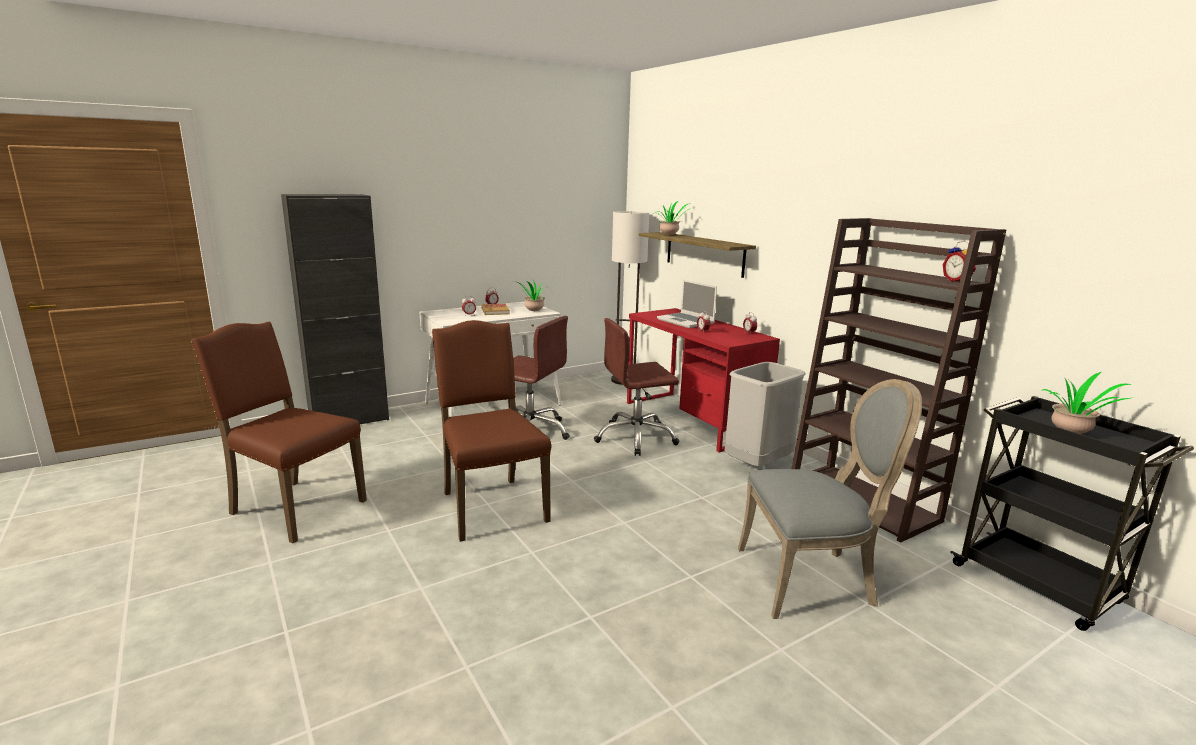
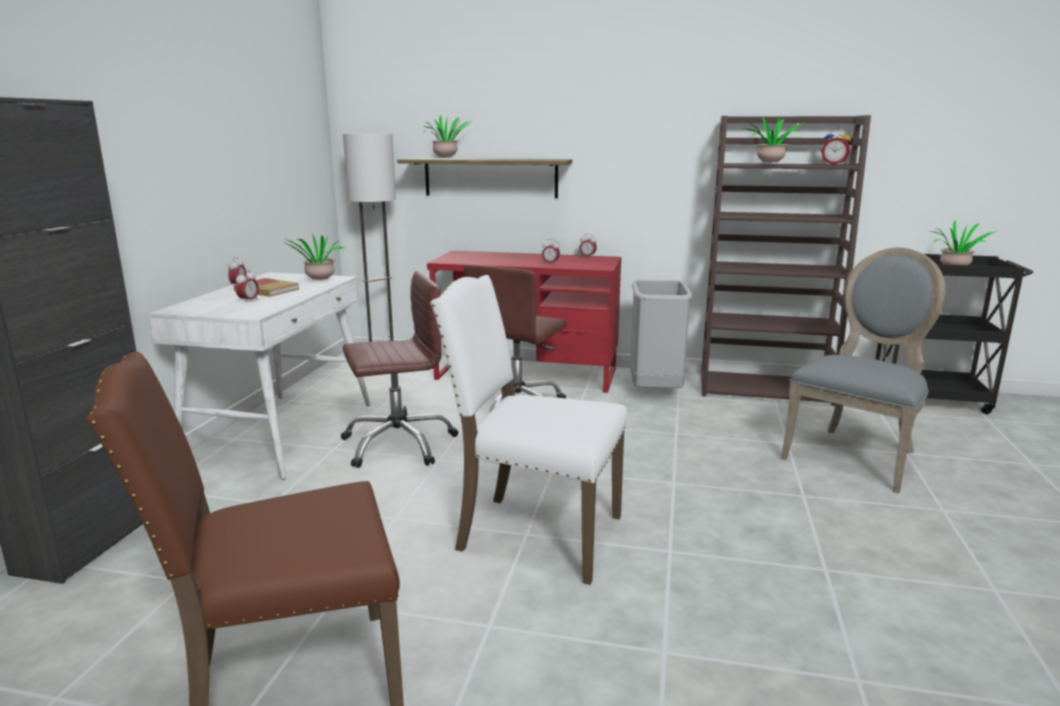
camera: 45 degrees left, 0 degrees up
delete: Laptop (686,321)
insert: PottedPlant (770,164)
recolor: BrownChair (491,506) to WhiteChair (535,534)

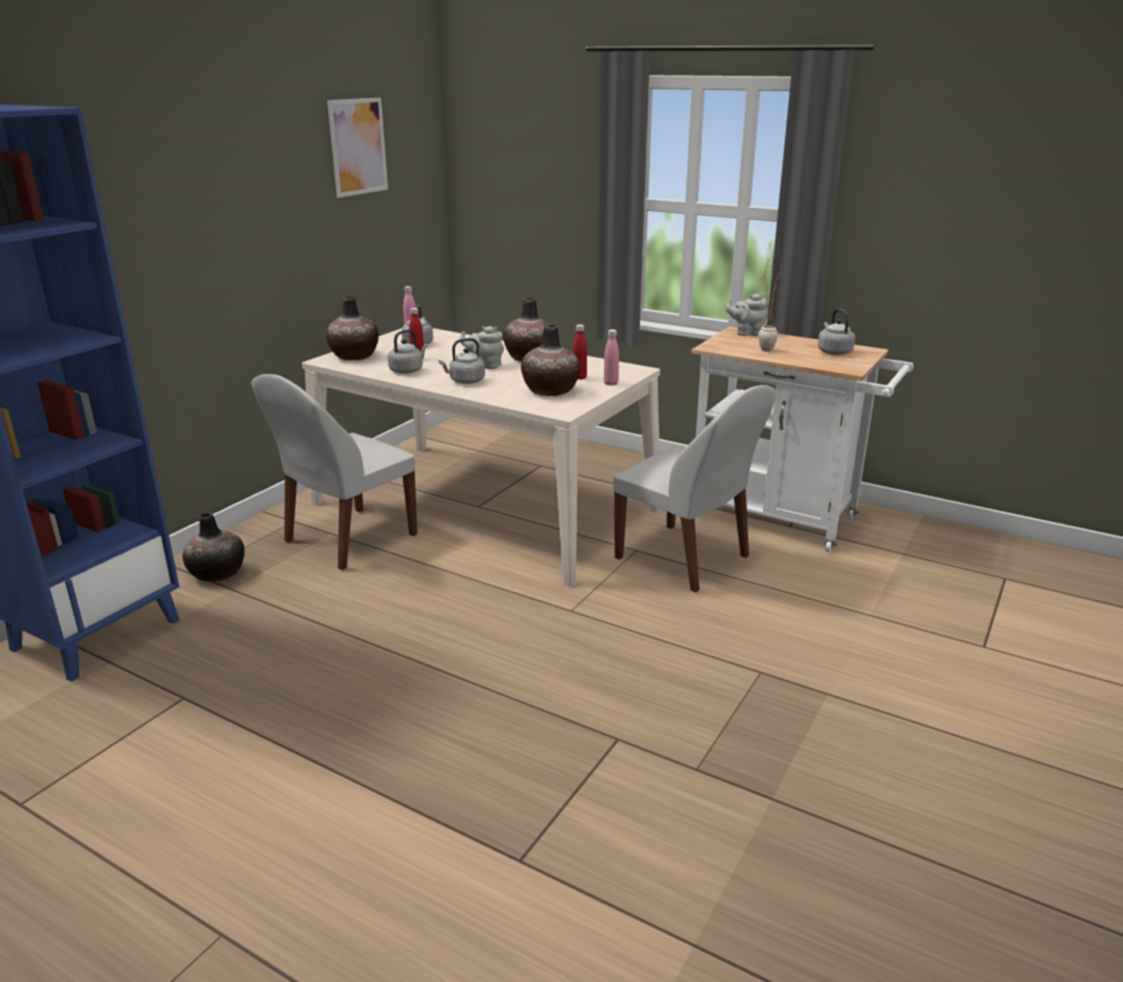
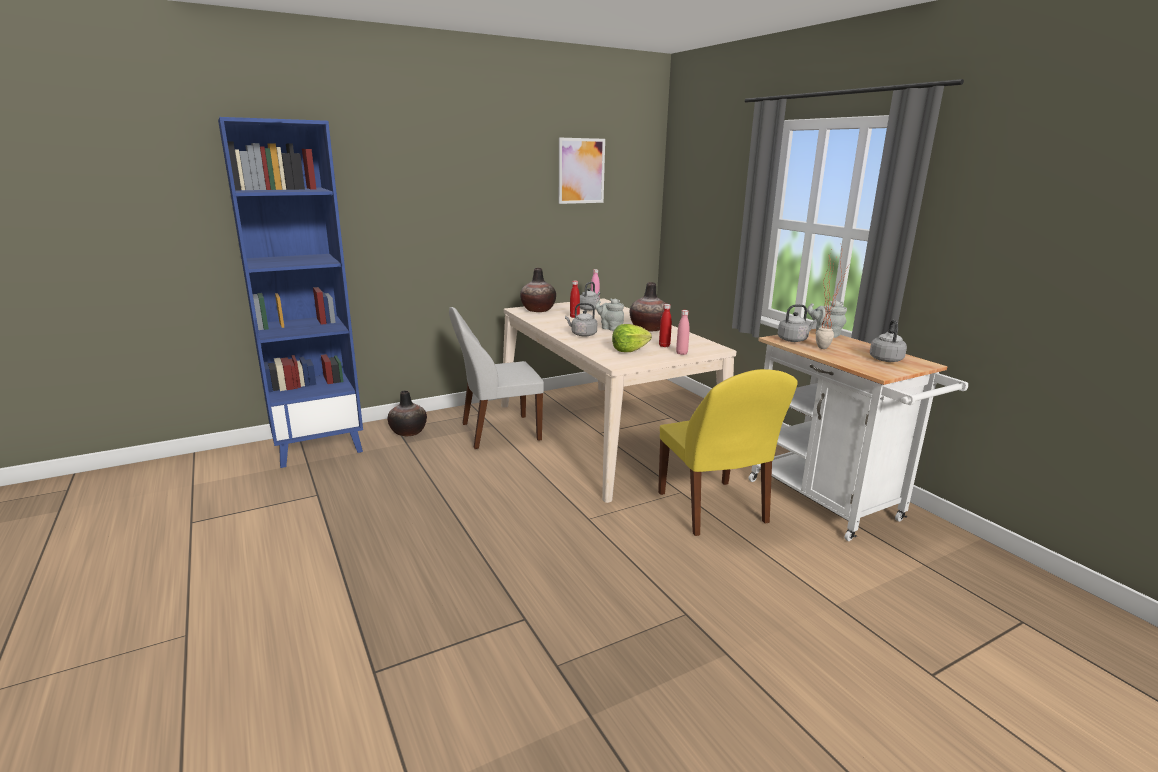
camera: 30 degrees right, 5 degrees down
move: GreyKettle (407,370) to (793,340)
replace: Vase (550,391) to Lettuce (629,350)
recolor: WhiteChair (685,559) to YellowChair (713,509)

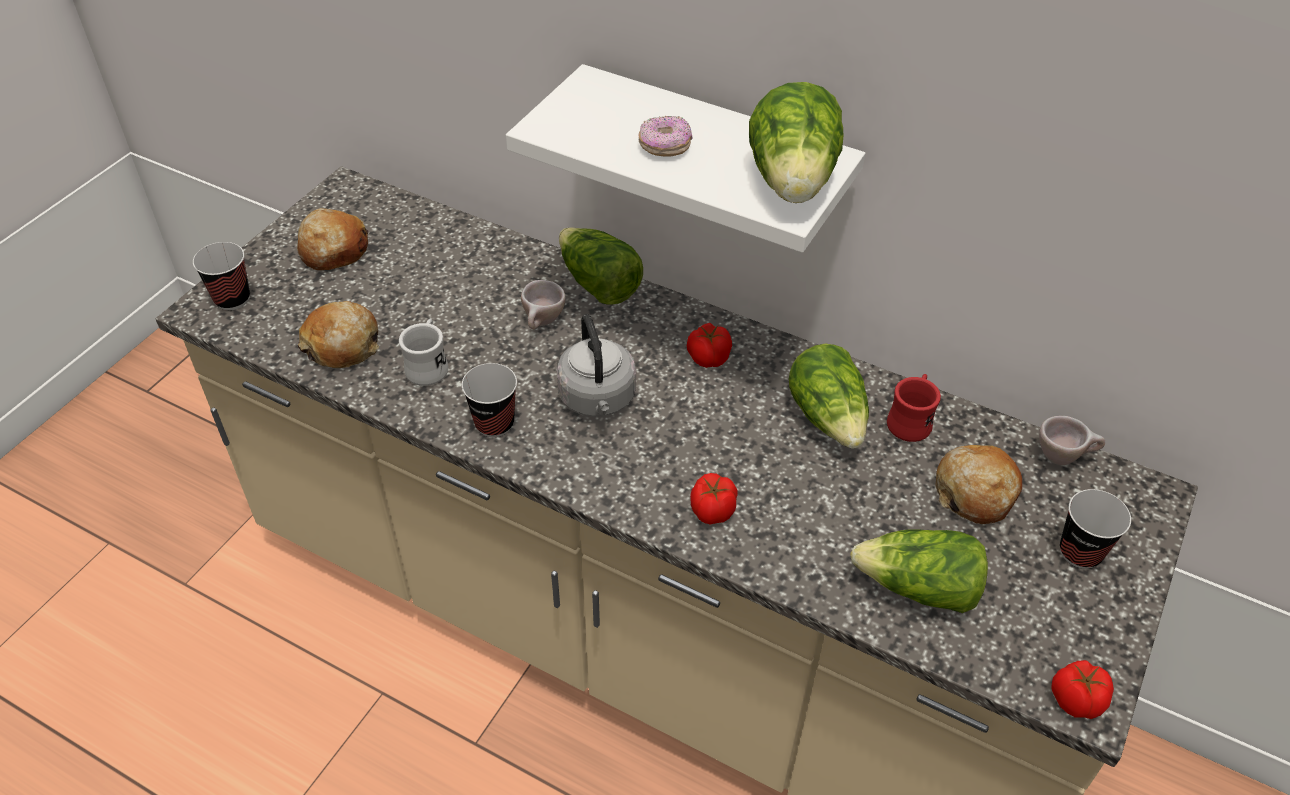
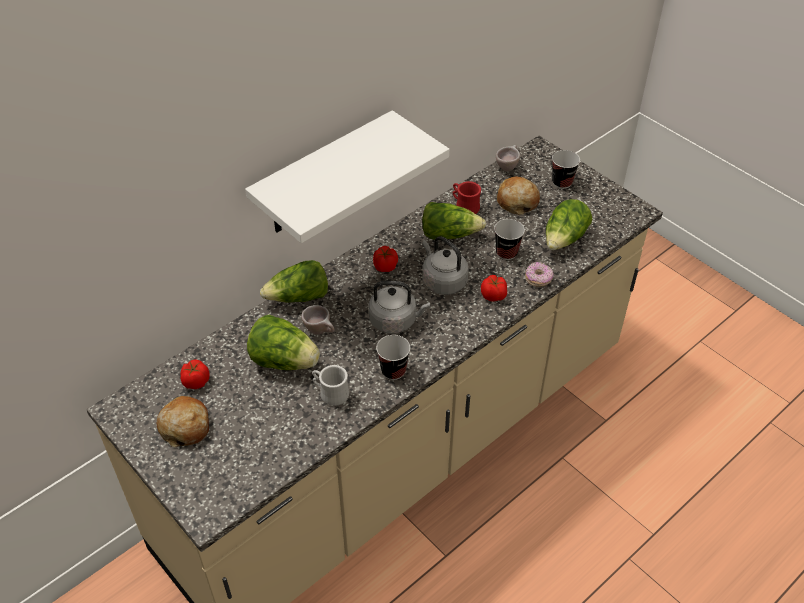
camera: 70 degrees left, 0 degrees up
delete: Bread (342,345)
insert: GreyKettle (442,281)
move: Cup (232,299) to (506,253); Donut (665,147) to (538,279); Lettuce (793,183) to (284,361); Tomato (1075,699) to (195,382)

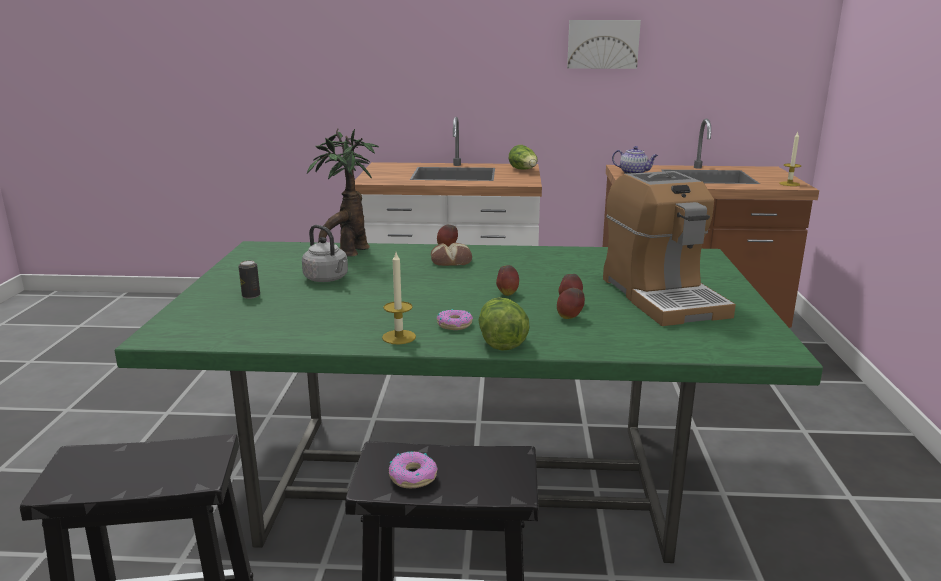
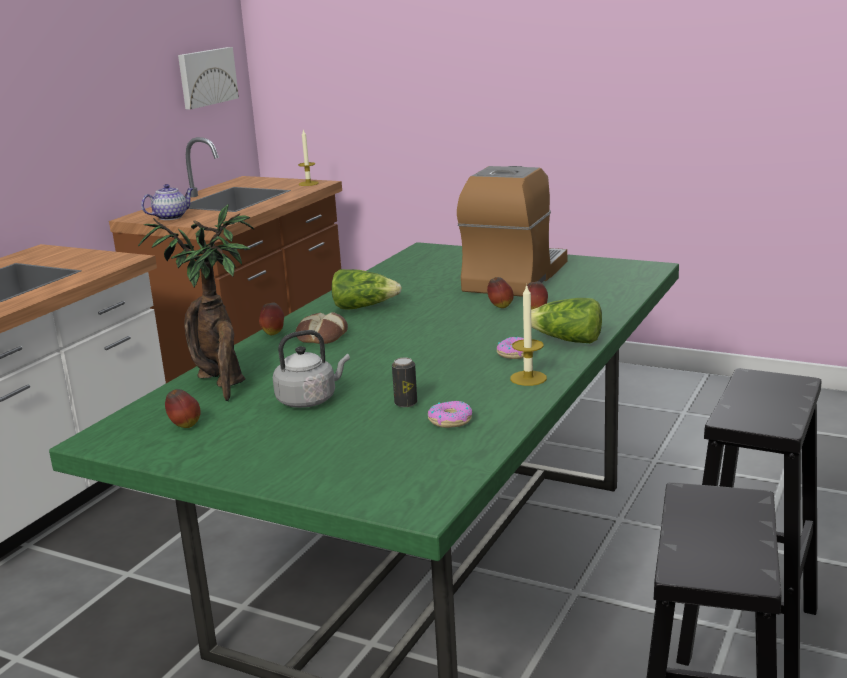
camera: 65 degrees left, 0 degrees up
move: Can (251,296) to (406,403); Donut (413,476) to (450,420); Apple (507,293) to (184,426); Lettuce (524,170) to (364,307); Picture (602,44) to (206,77)
rotate: CoffeeMachine (662,296) = (514,277) 75 degrees counterclockwise

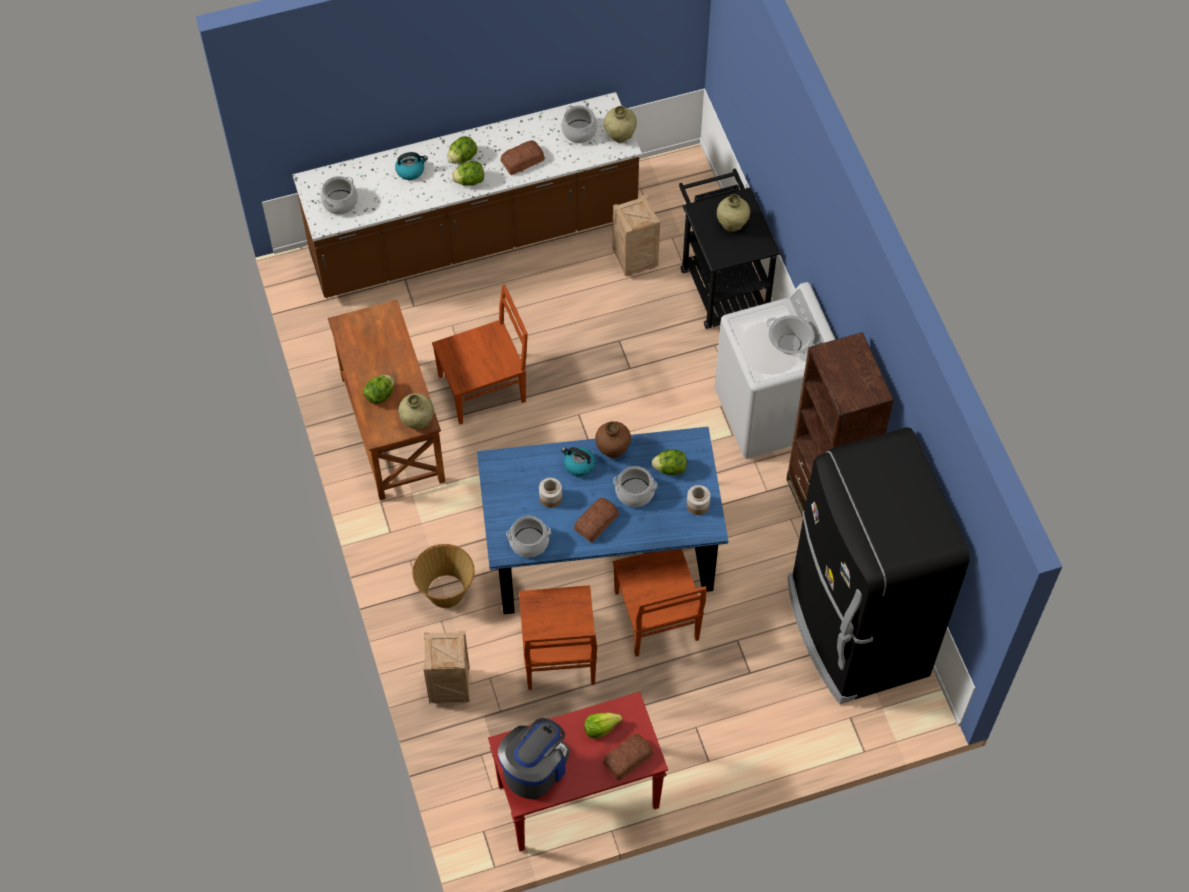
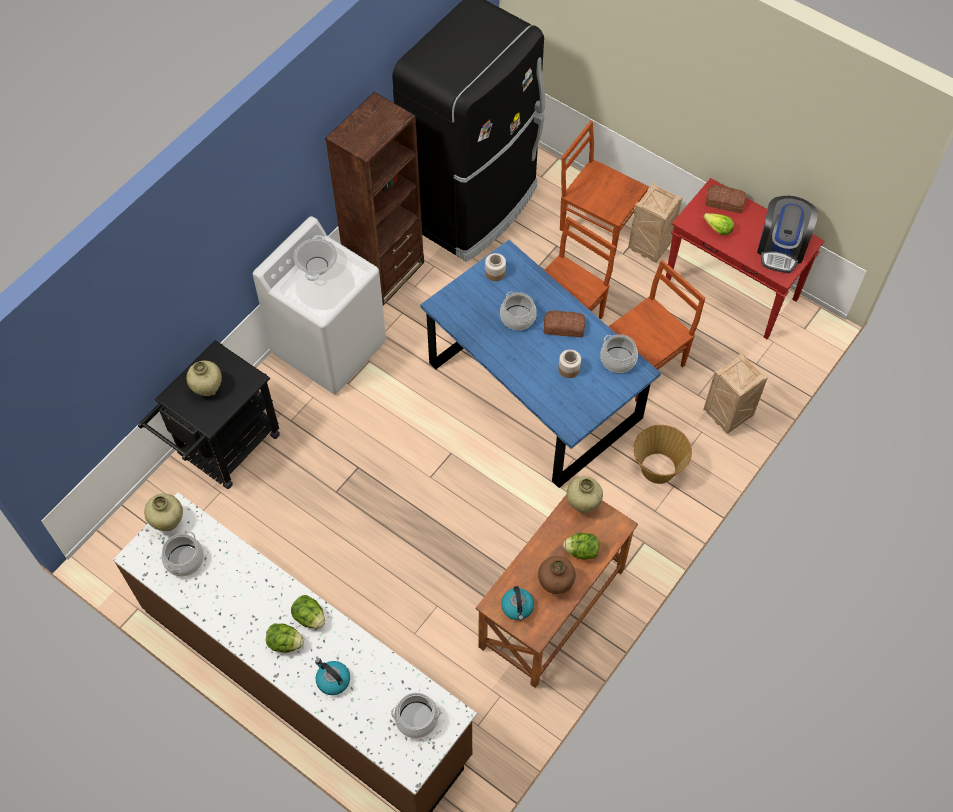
camera: 125 degrees left, 0 degrees up
delete: Bread (521,160); Lettuce (670,468)
move: BrownChair (484,388) to (598,224); Kettle (578,465) to (517,607); BrownVase (612,449) to (555,584); Crate (634,261) to (651,247)
rotate: CoffeeMachine (535,768) = (781,248) 75 degrees counterclockwise

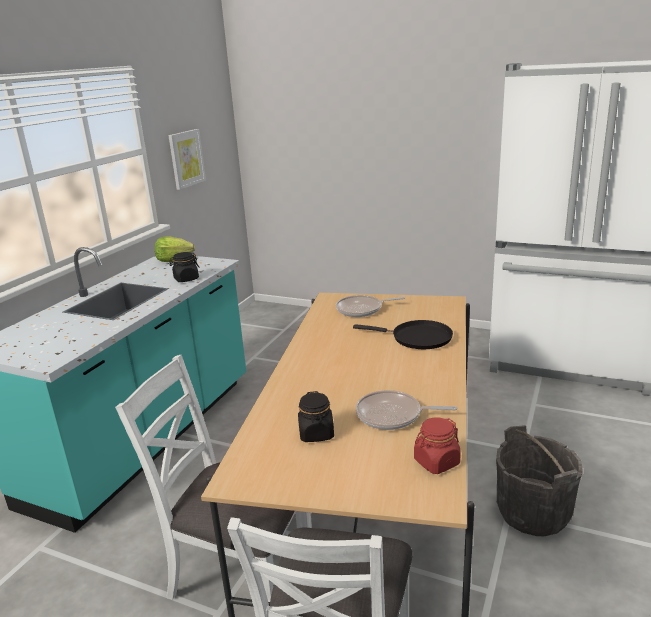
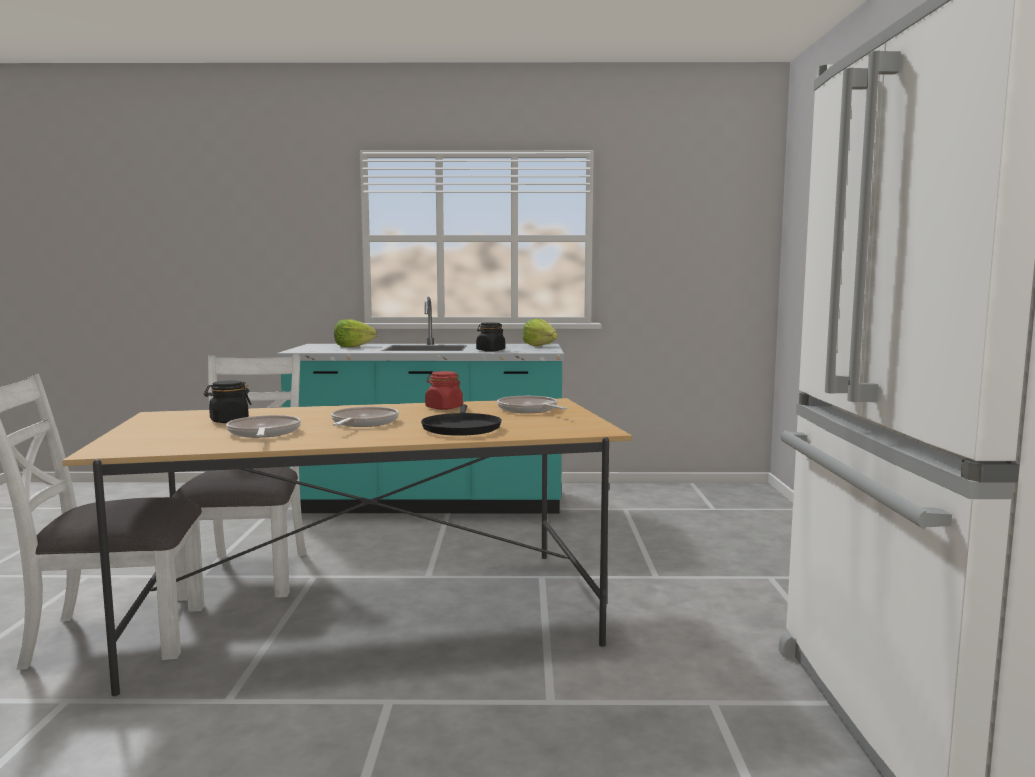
camera: 65 degrees right, 15 degrees down
delete: Picture (186,158); GreyBucket (533,512)
insert: FryingPan (363,423); Lettuce (353,346)
move: RedJar (436,462) to (443,408)

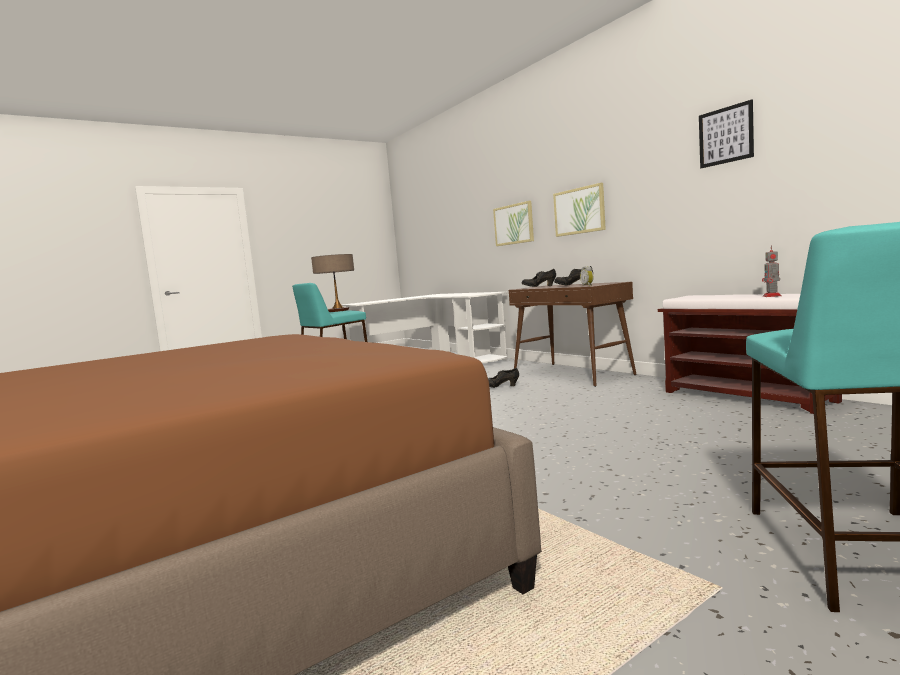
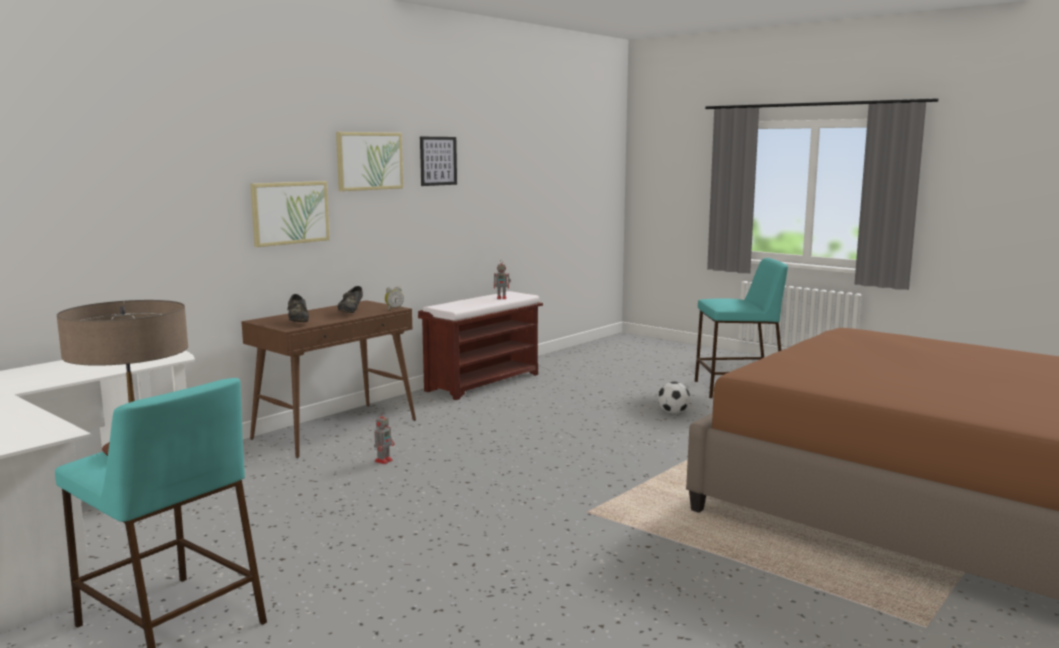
camera: 105 degrees left, 5 degrees up
insert: Football (673,412)
move: Picture (514,224) to (369,161)
replace: BlackShoe (500,387) to ToyRobot (384,460)

